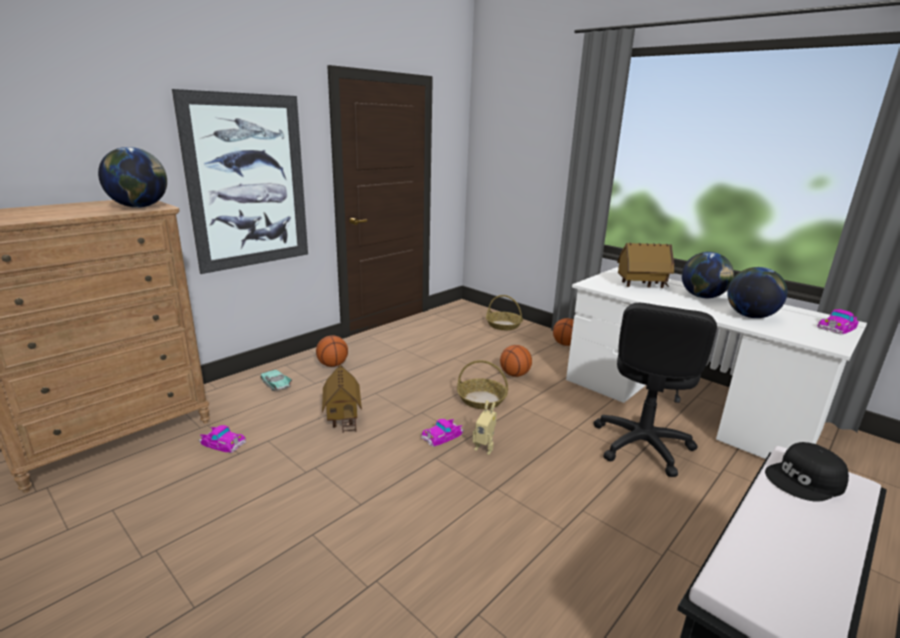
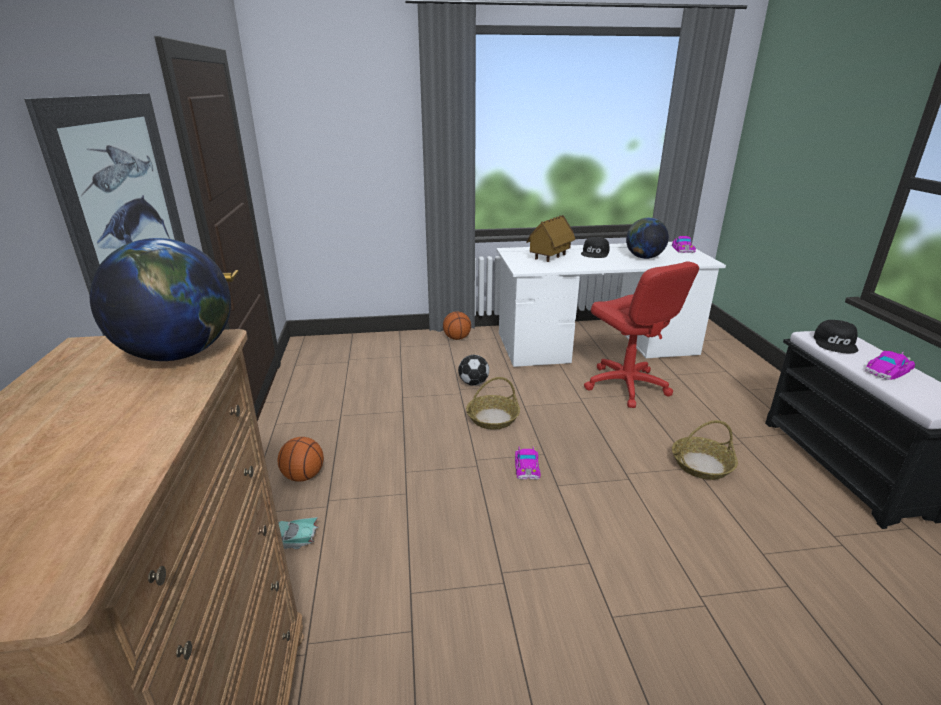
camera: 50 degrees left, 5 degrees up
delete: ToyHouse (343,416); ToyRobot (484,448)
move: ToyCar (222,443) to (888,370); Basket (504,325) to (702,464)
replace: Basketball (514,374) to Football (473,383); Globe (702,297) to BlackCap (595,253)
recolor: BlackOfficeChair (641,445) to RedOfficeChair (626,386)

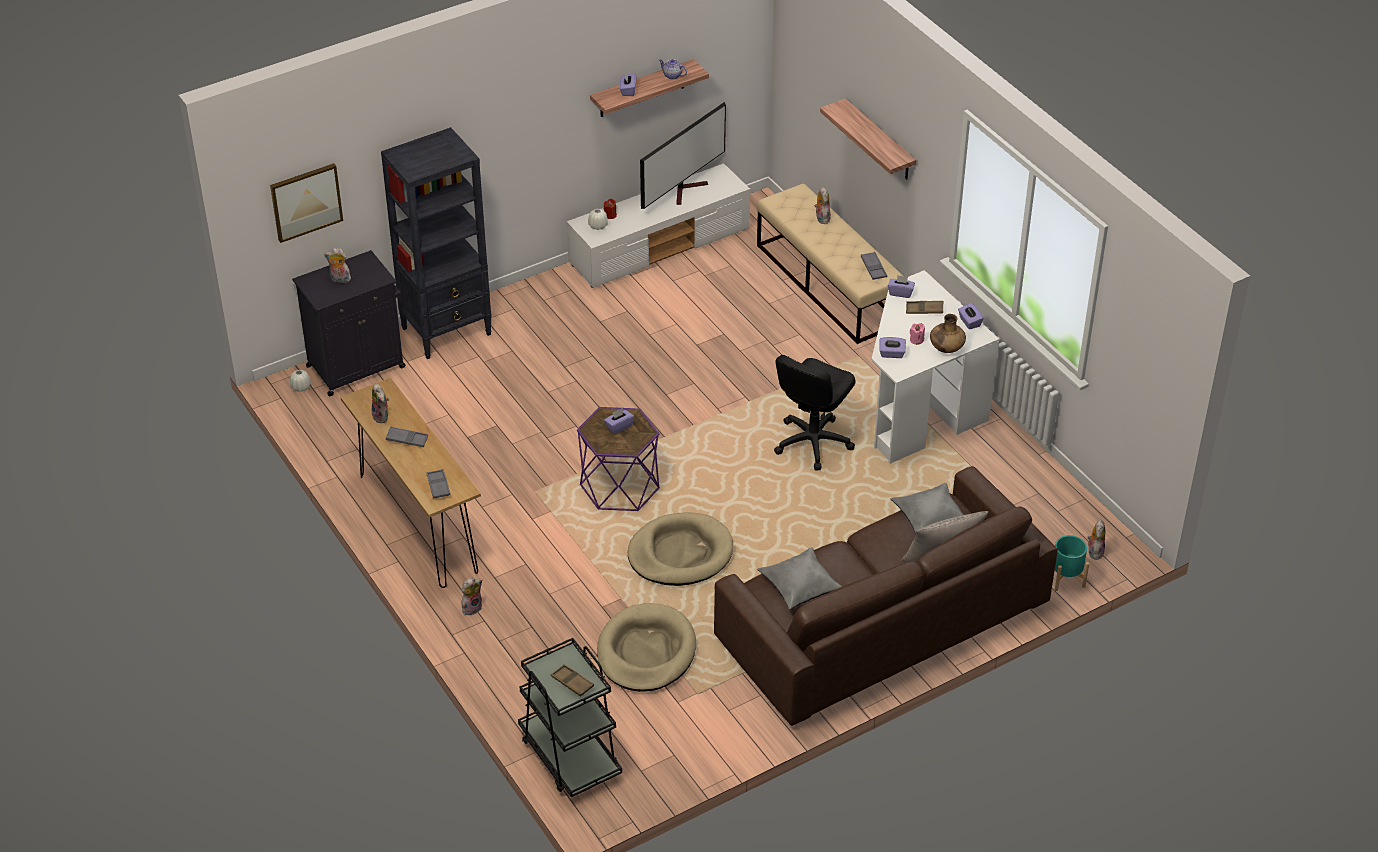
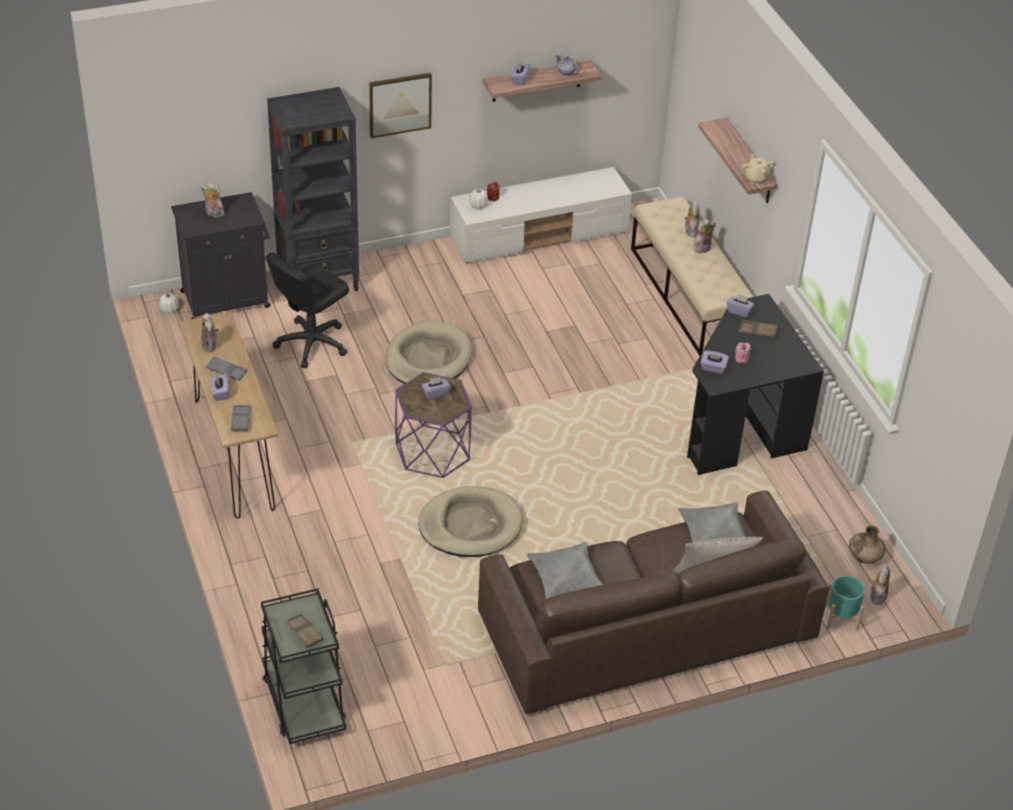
camera: 10 degrees right, 0 degrees up
delete: Television (686,189); GreyTray (873,268)
insert: BeigeTeapot (756,178)
move: Picture (306,201) to (399,104); PlushToy (472,607) to (702,248); BeigeDogBed (646,652) to (428,358); BlackOfficeChair (812,442) to (311,343); BrownVase (946,348) to (864,557); PurpleTissueBox (969,322) to (220,393)
recolor: WhiteDesk (917,407) to BlackDesk (740,426)

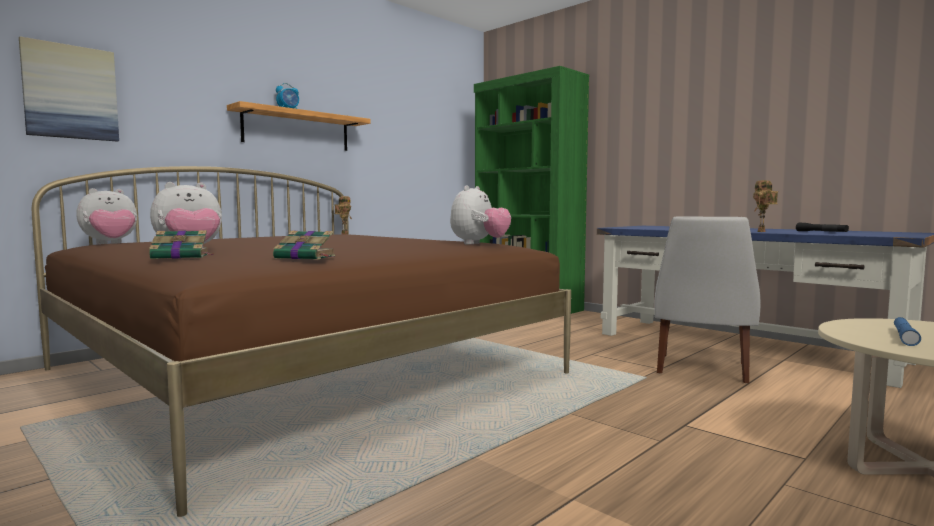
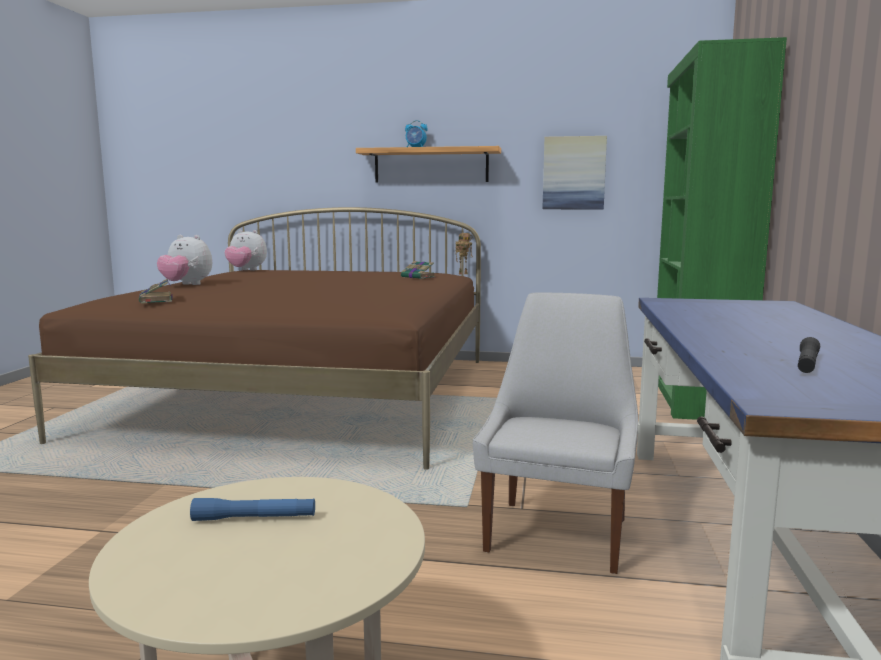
camera: 55 degrees right, 5 degrees up
delete: PlushToy (479,244); ToyRobot (762,231)
move: Picture (70,92) to (574,173); Book (181,257) to (418,277)
rotate: WhiteChair (701,369) = (558,532) 120 degrees clockwise

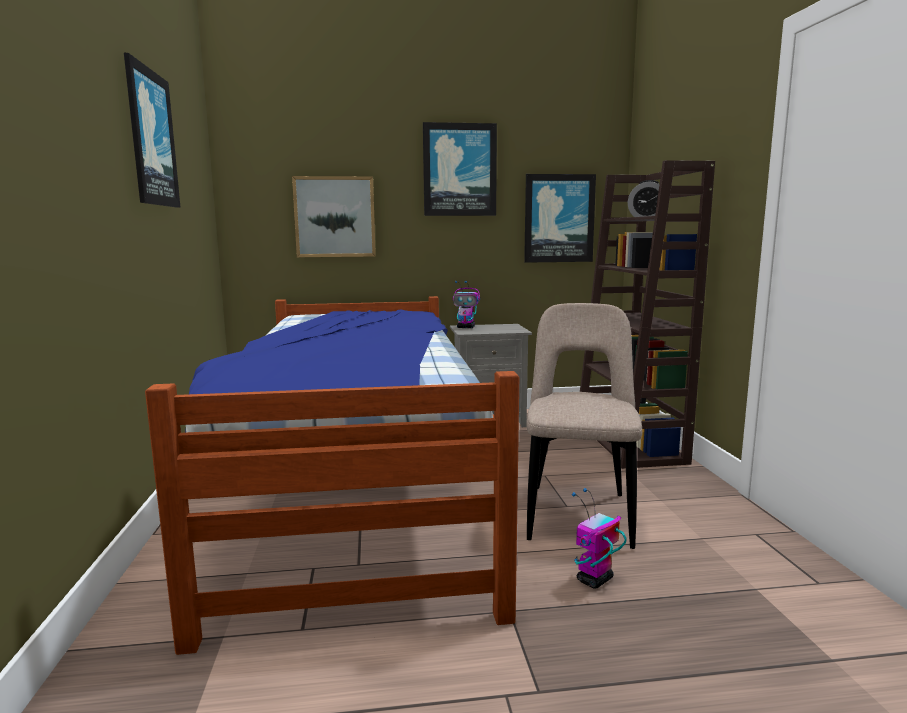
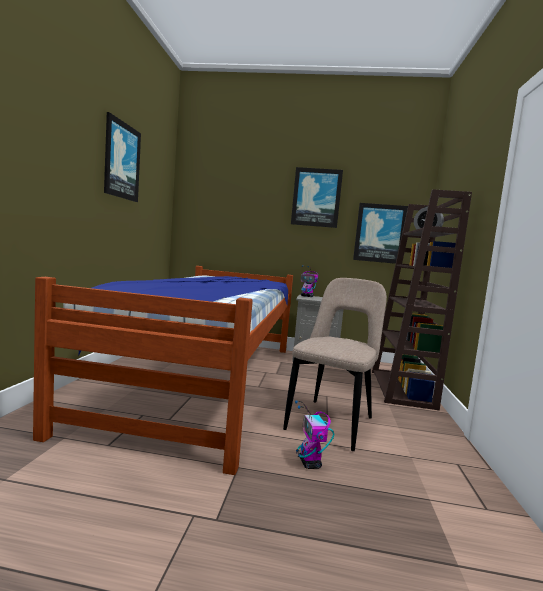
camera: 15 degrees right, 5 degrees down
delete: Picture (335,217)
rotate: ToyRobot (594,580) = (310,463) 75 degrees counterclockwise

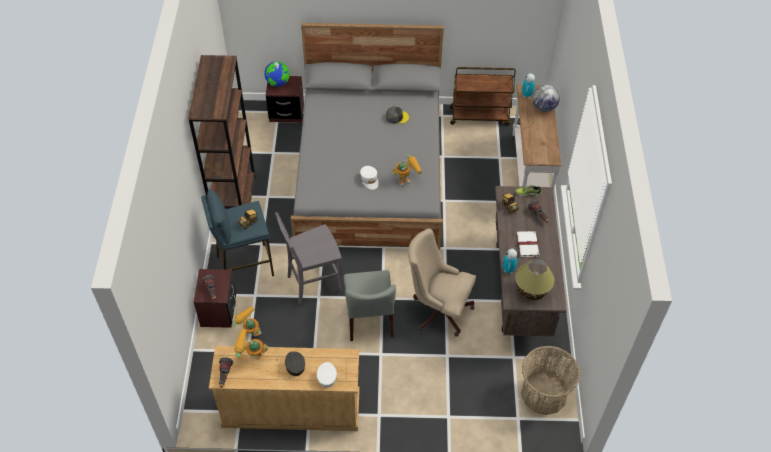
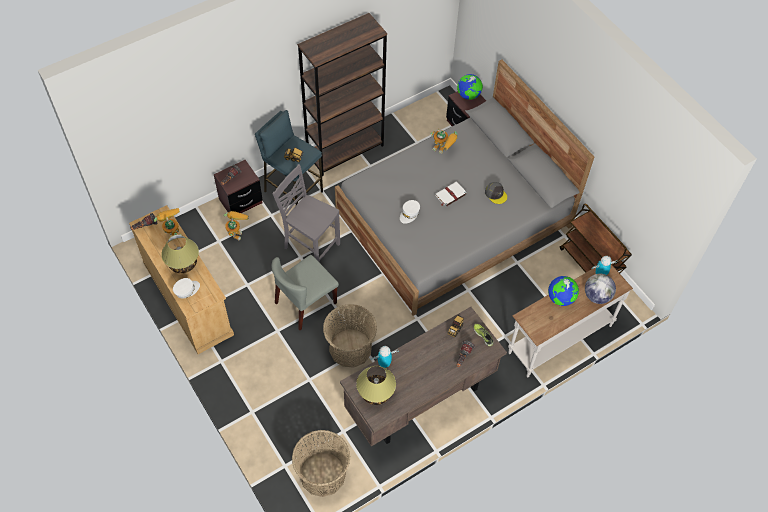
camera: 55 degrees right, 5 degrees up
insert: Globe (560,298)
move: ToyRobot (407,179) to (443,149); WhiteBook (527,245) to (450,195)
replace: GreyCap (294,365) to TableLamp (183,263); BeigeOfficeChair (438,309) to Basket (350,348)

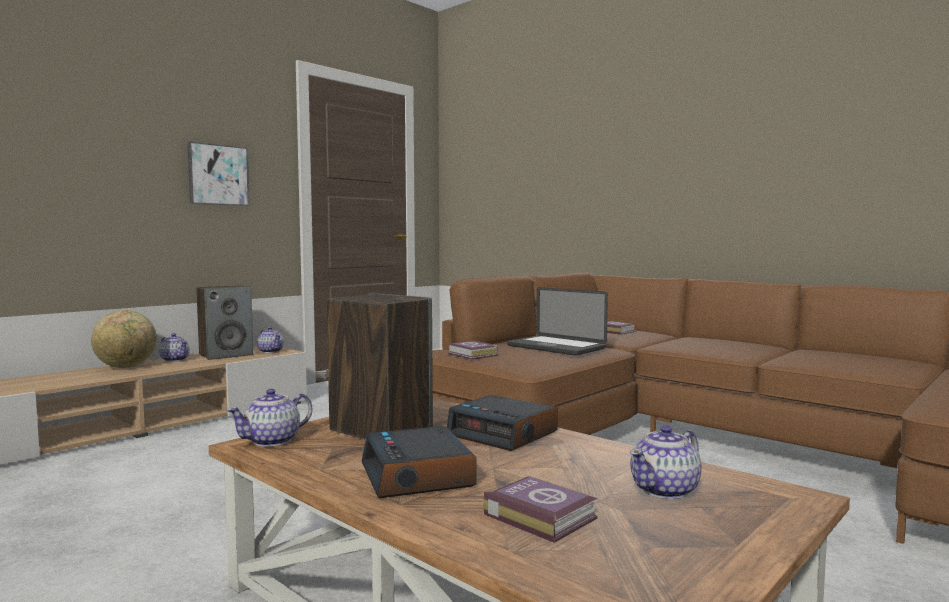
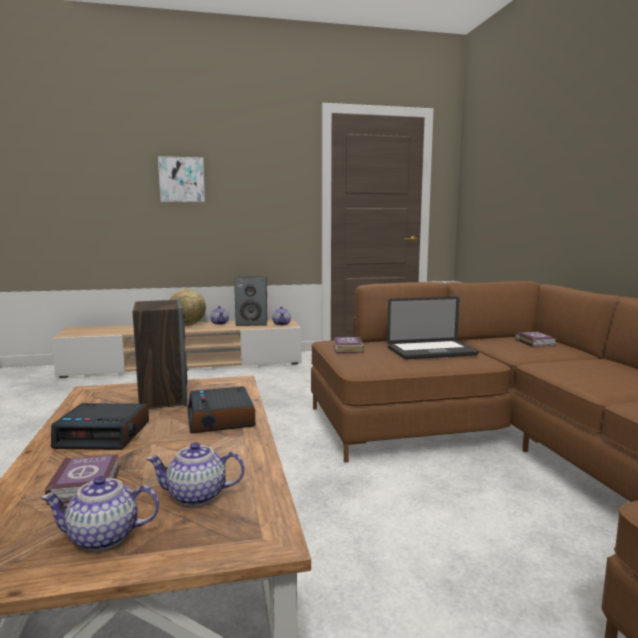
camera: 35 degrees right, 5 degrees up
move: Picture (218,175) to (182,179); Teapot (273,441) to (104,537)
rotate: AlarmClock (418,475) = (104,435) 105 degrees counterclockwise; Laptop (555,347) = (431,351) 90 degrees counterclockwise

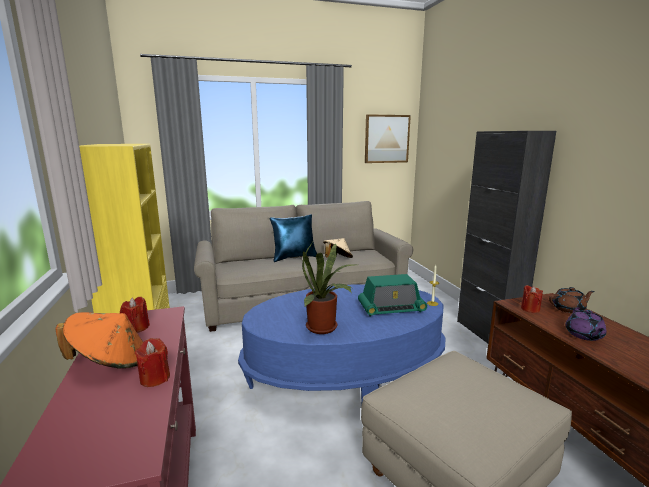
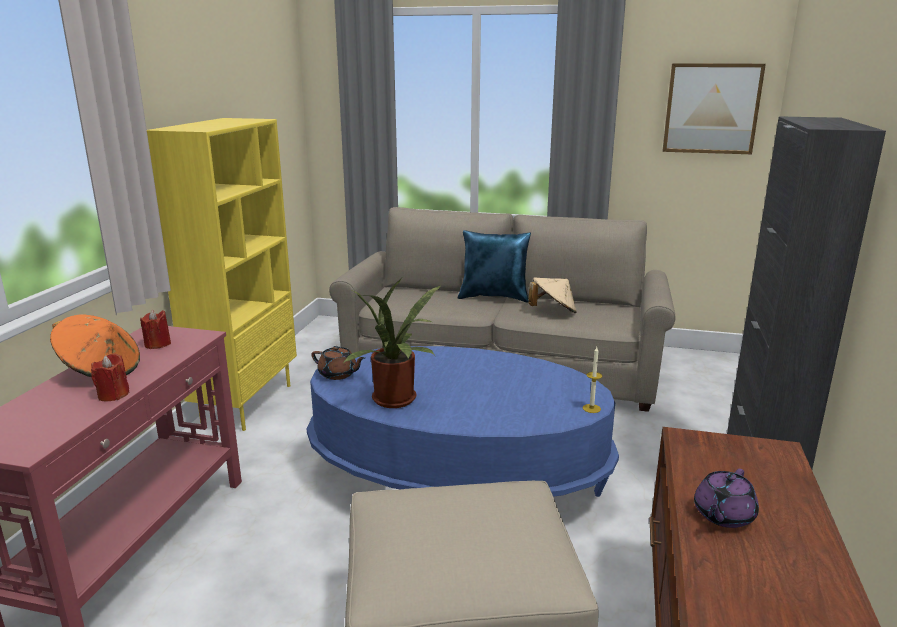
camera: 30 degrees right, 5 degrees up
delete: Radio (391,308); RedCandle (530,309)
move: BrownTeapot (568,309) to (338,374)

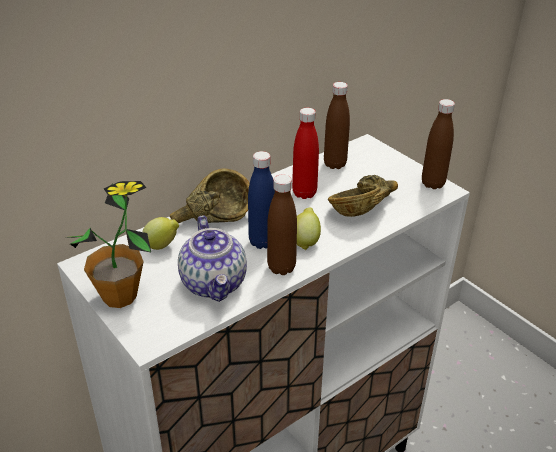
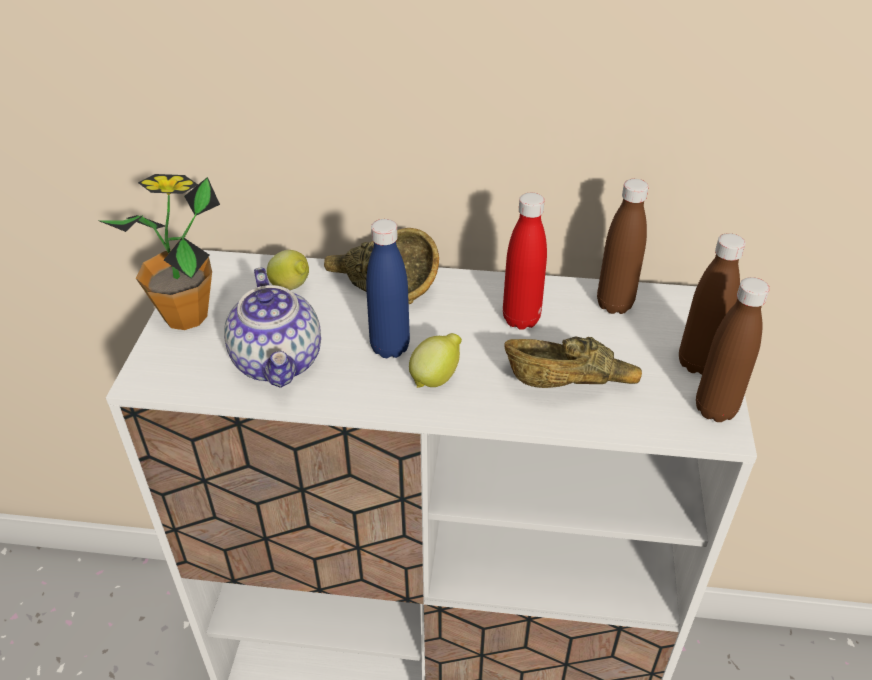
camera: 45 degrees right, 5 degrees up
move: BrownBottle (281,267) to (697,363)
rotate: Teapot (215,283) = (279,361) 45 degrees counterclockwise

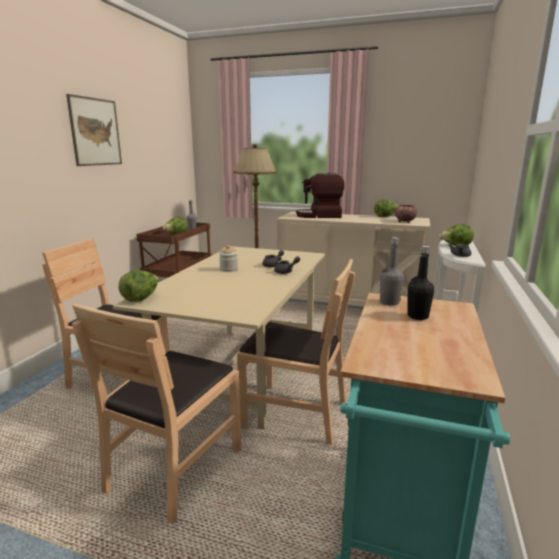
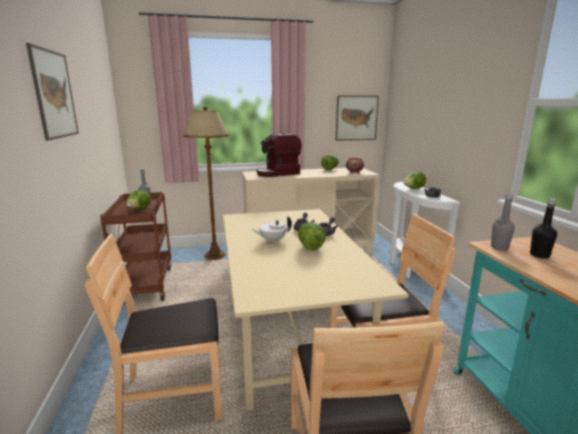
camera: 30 degrees left, 0 degrees up
insert: Picture (356,118)
move: Lettuce (141,298) to (310,246)
replace: Jar (229,269) to WhiteTeapot (272,241)

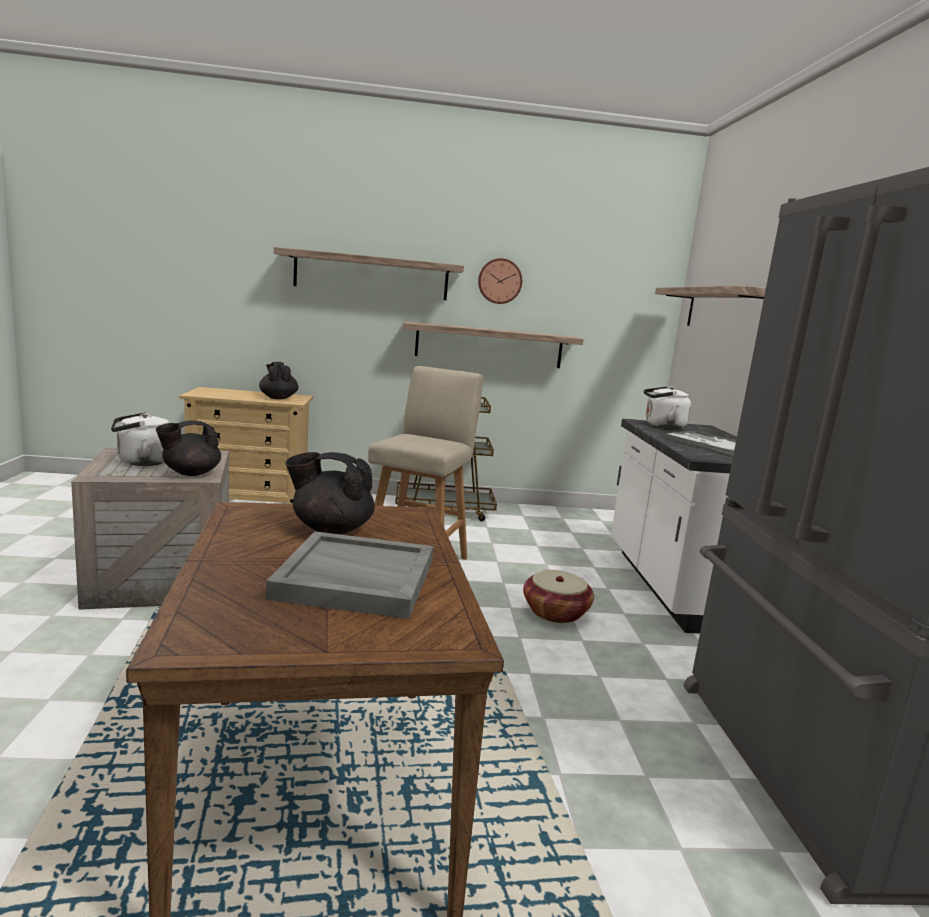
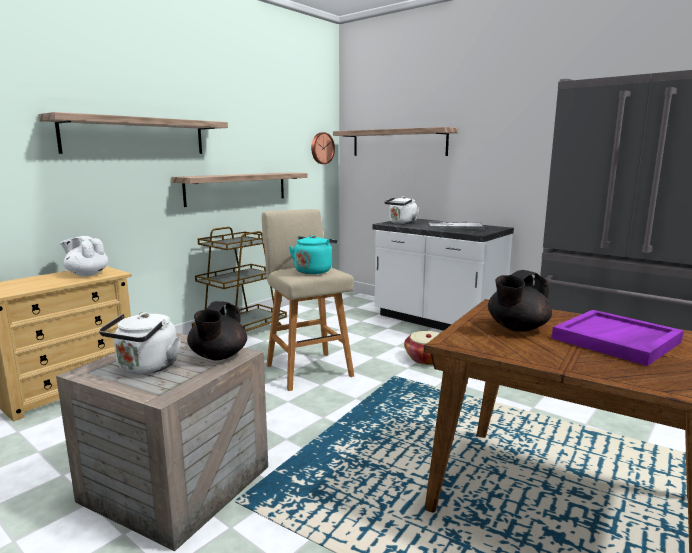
camera: 45 degrees left, 0 degrees up
insert: TurquoiseKettle (314,271)
move: WallClock (499,281) to (321,148)
recolor: BlackTeapot (278,398) to WhiteTeapot (87,274); GreyTray (354,579) to PurpleTray (616,340)

